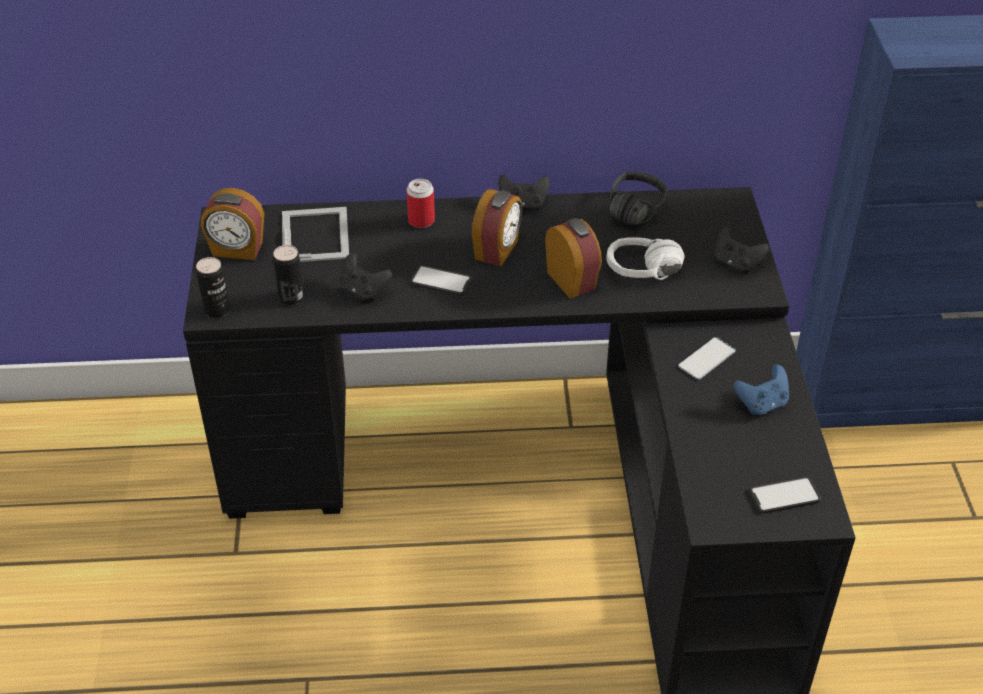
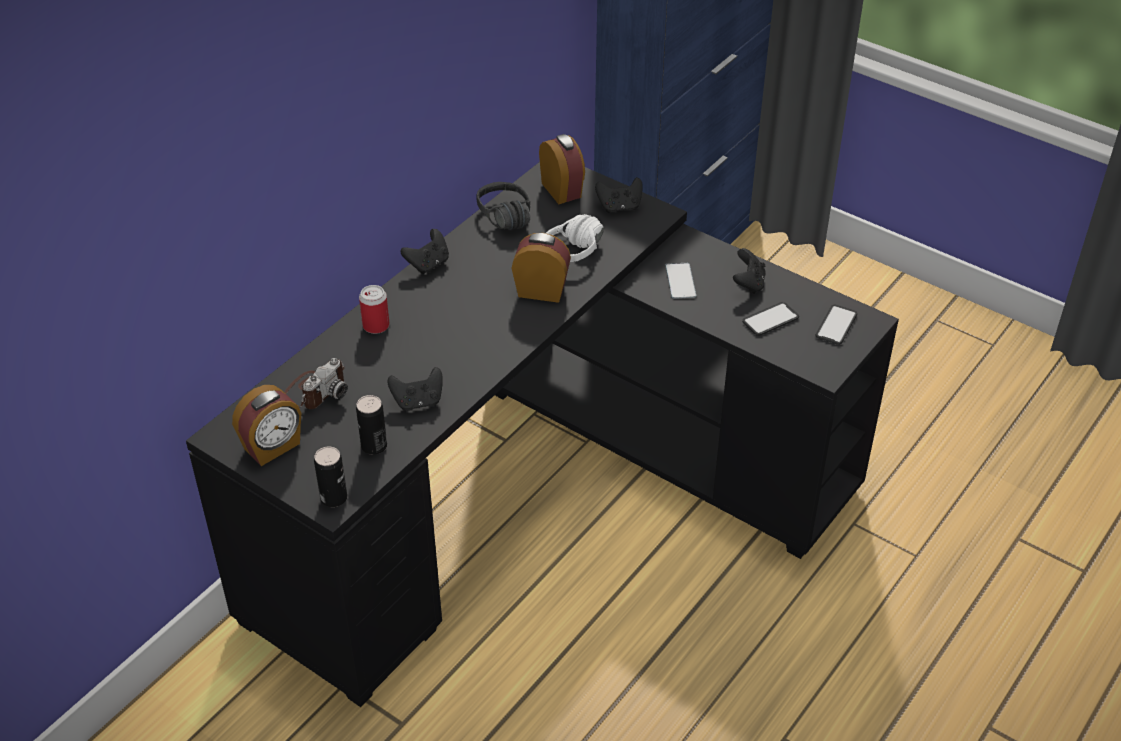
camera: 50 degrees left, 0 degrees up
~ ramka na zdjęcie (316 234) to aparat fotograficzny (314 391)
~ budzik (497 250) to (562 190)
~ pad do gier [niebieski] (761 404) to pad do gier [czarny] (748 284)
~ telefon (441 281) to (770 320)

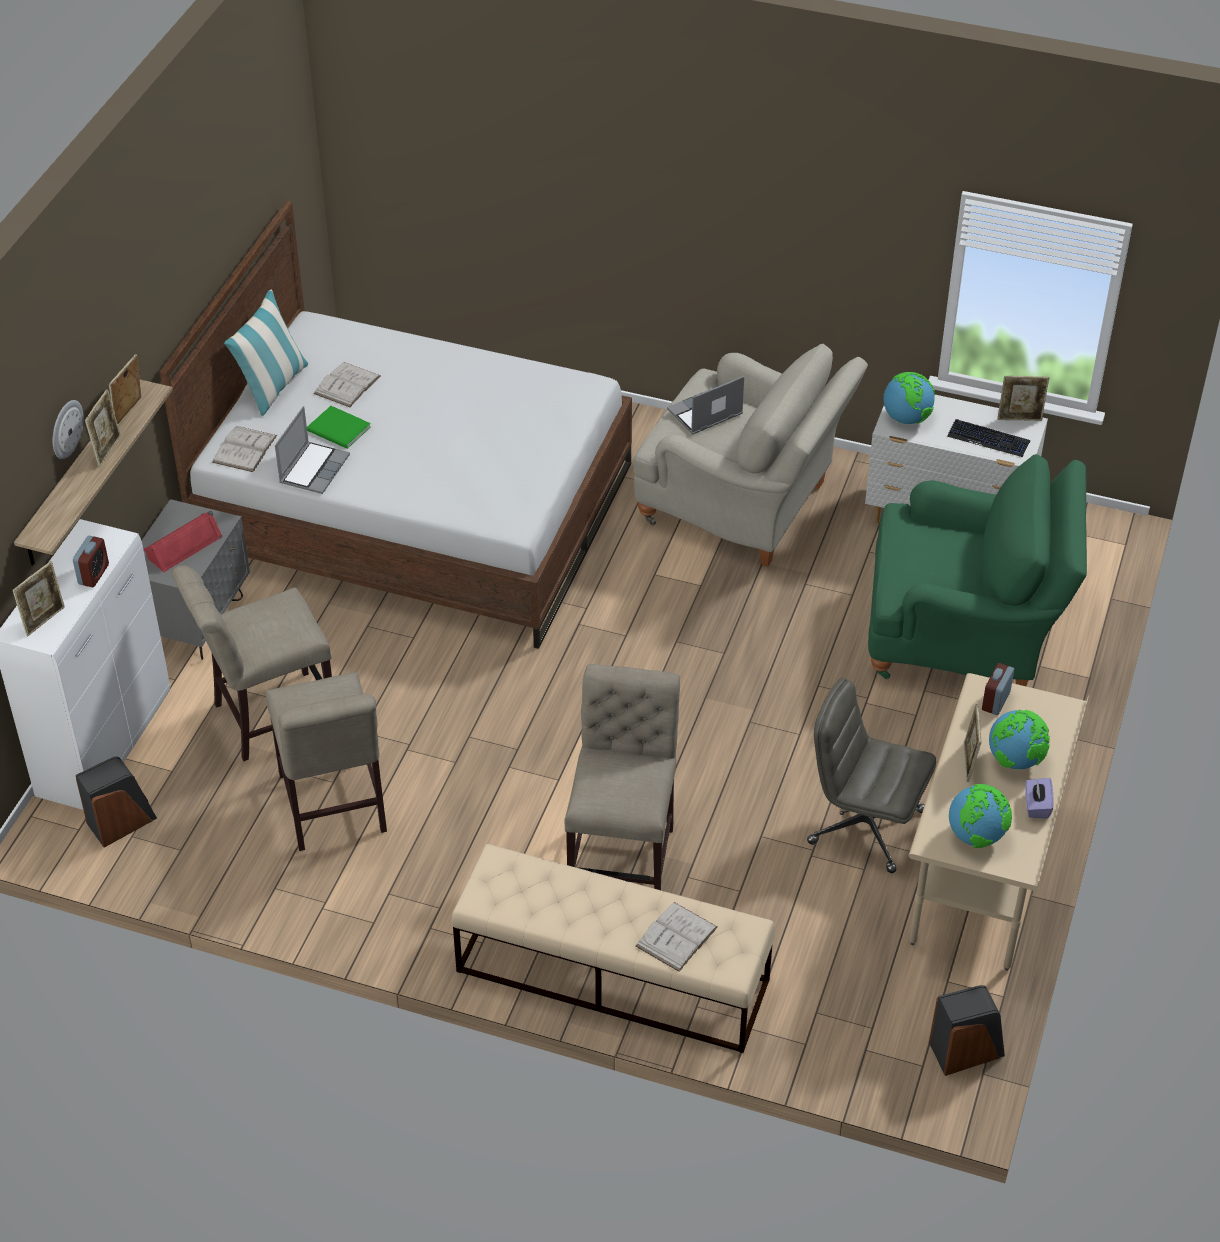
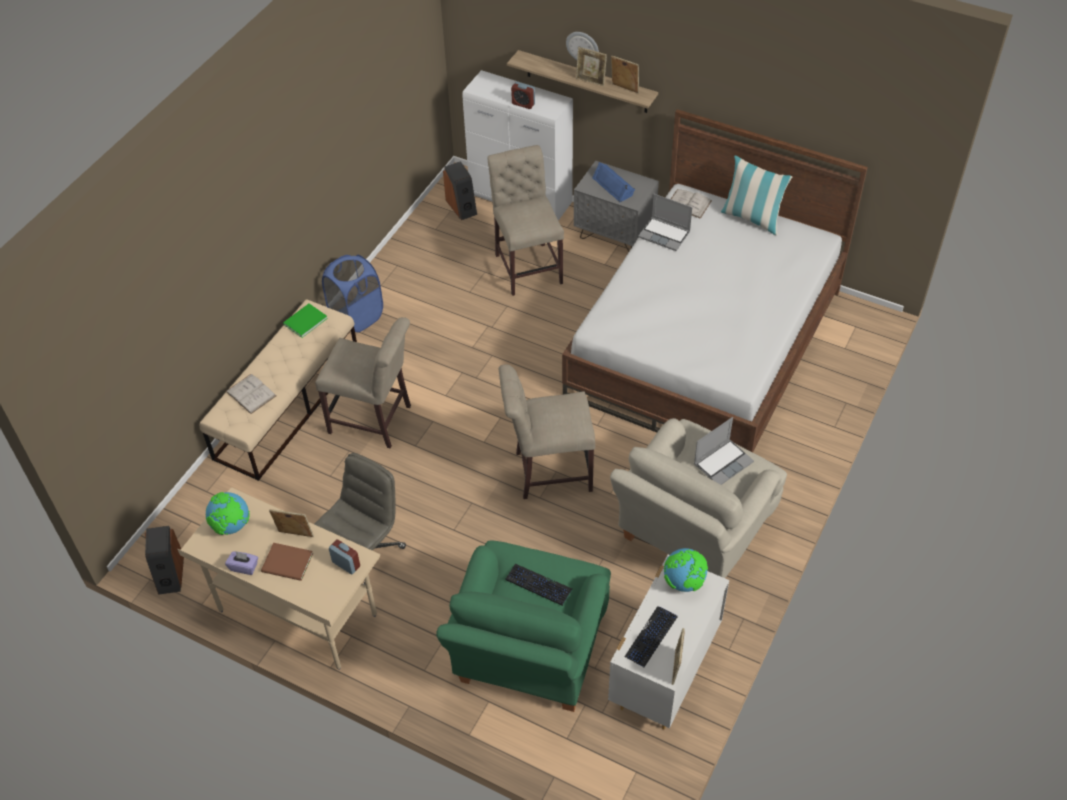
camera: 100 degrees right, 5 degrees up
~ globus (1015 760) to książka [brązowy] (288 564)
~ książka [zielony] (339 430) to (304 321)
+ kosz na pranie [niebieski] (357 316)
~ krzesło [beżowy] (333 809) to (548 471)
+ klawiatura (538 585)
~ głośnik [czerwony] (183 546) to głośnik [niebieski] (614 186)
~ laptop (704 413) = (723 462) 75 degrees clockwise
- ramka na zdjęcie (44 620)
- książka [biały] (347 385)

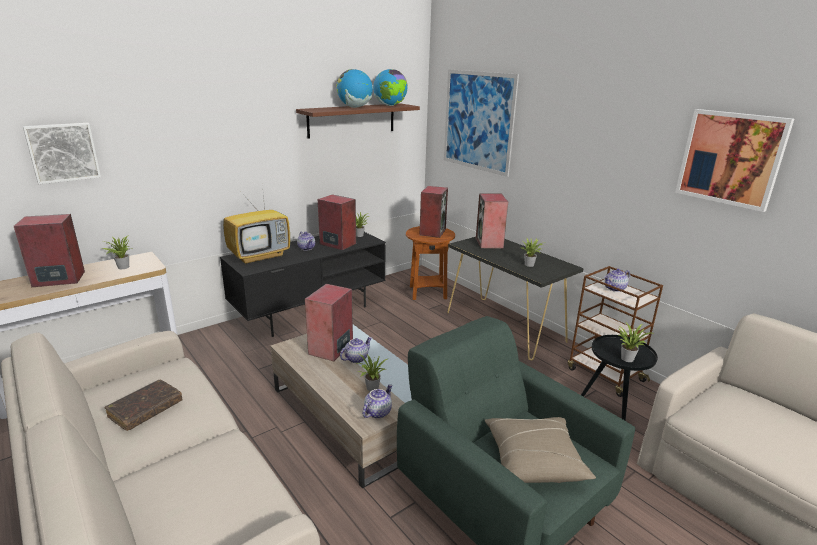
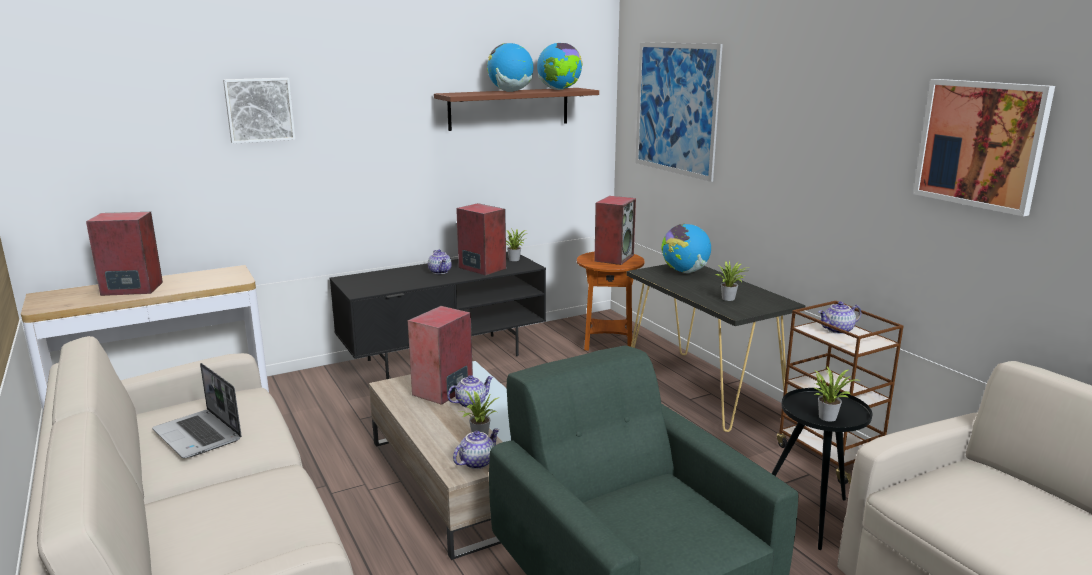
camera: 10 degrees right, 5 degrees down
~ książka [brązowy] (146 410) to laptop (199 435)
~ obraz (63 152) to (259 110)
~ głośnik (489 243) to globus (684 272)
- roślina doniczkowa (122 267)
- telewizor (260 256)
- poduszka [beżowy] (533 460)

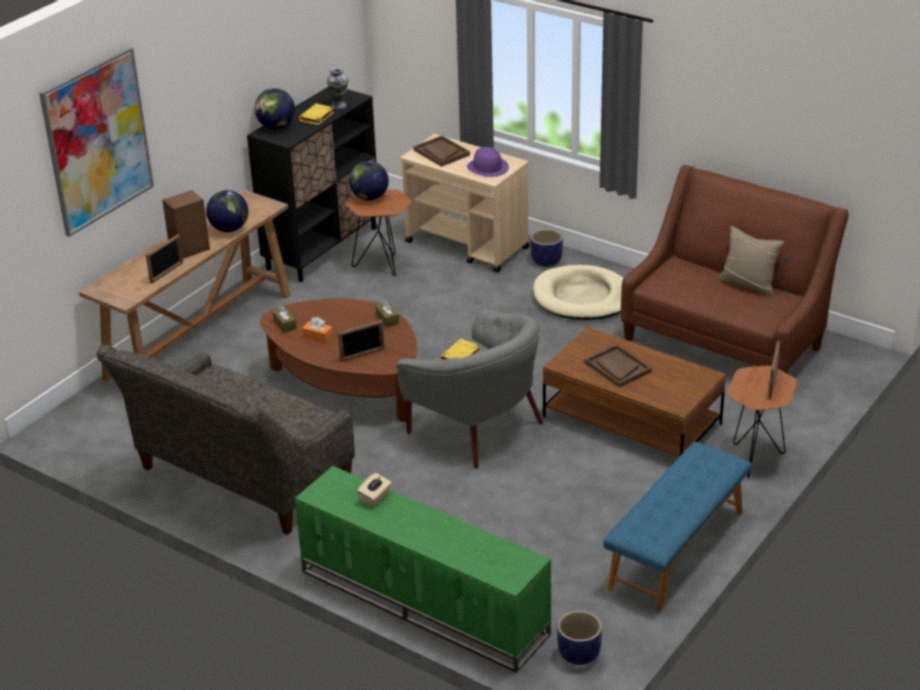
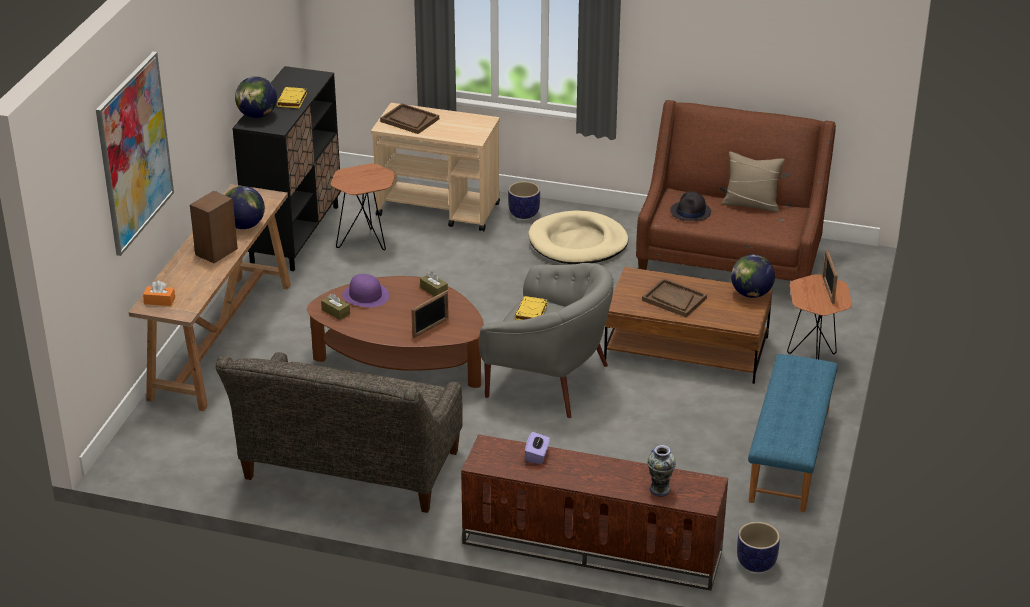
camera: 20 degrees left, 0 degrees up
~ pudełko chusteczek [pomarańczowy] (318 336) to (159 301)
~ kapelusz [fioletowy] (488 167) to (366 295)
~ szafka pod telewizor [zielony] (421 603) to szafka pod telewizor [brązowy] (590 548)
~ pudełko chusteczek [beżowy] (375 498) to pudełko chusteczek [fioletowy] (537 455)
~ wazon (339 106) to (659 490)
+ kapelusz [czarny] (690 212)
~ globus (370 198) to (751 294)
- ramka na zdjęcie (167 273)

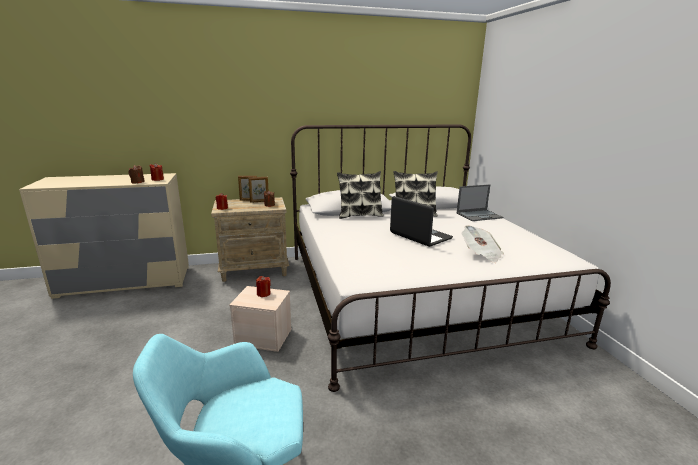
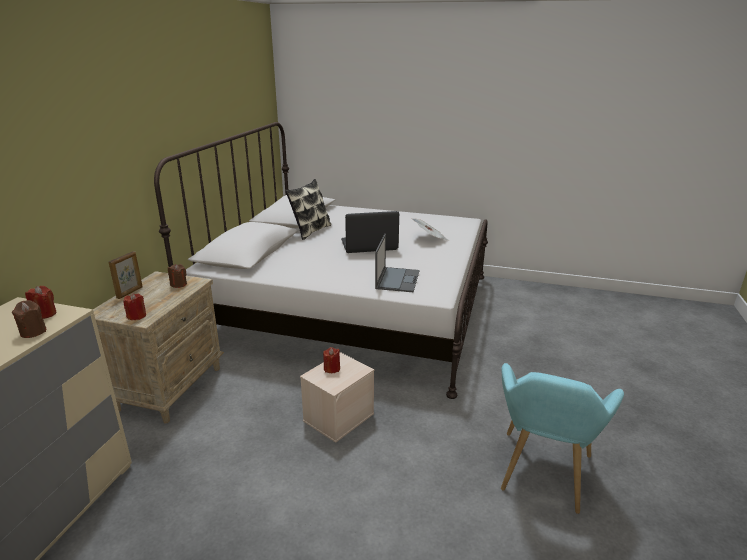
camera: 60 degrees left, 5 degrees up
~ laptop (479 215) to (397 279)
- ramka na zdjęcie (259 201)
- poduszka (359 215)

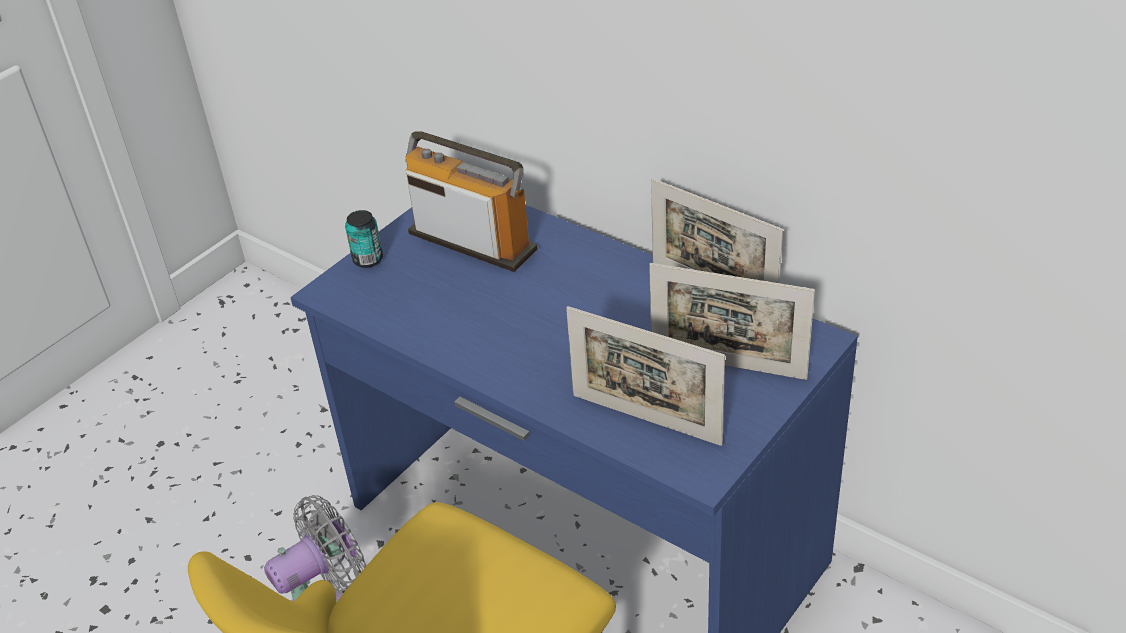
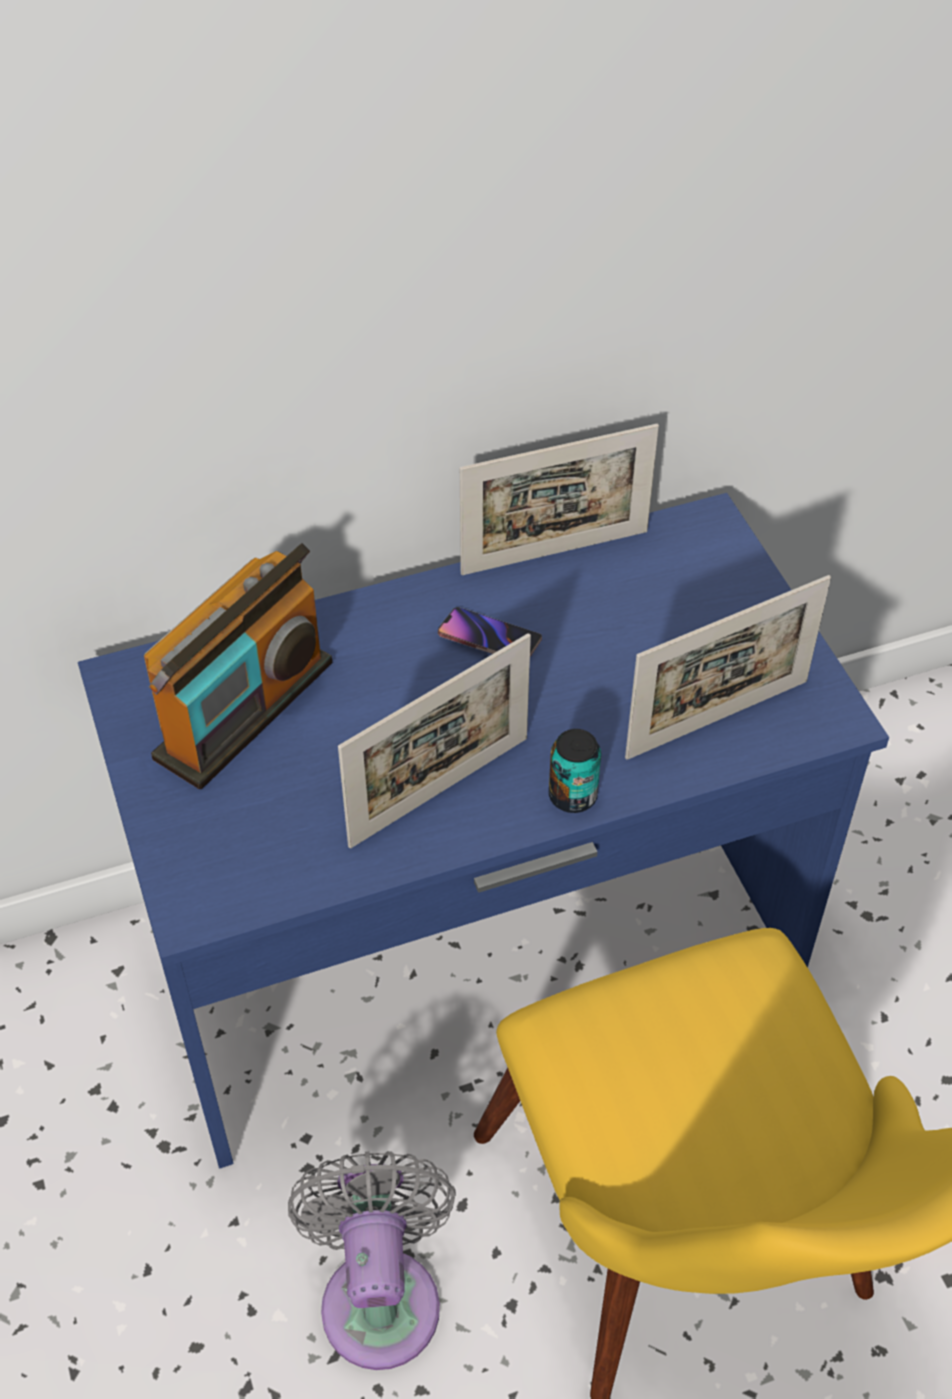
camera: 60 degrees left, 10 degrees up
~ radio (472 241) = (245 710) 150 degrees clockwise
~ ramka na zdjęcie (728 365) to (439 791)
+ telefon (489 639)
~ puszka (368 260) to (572 796)

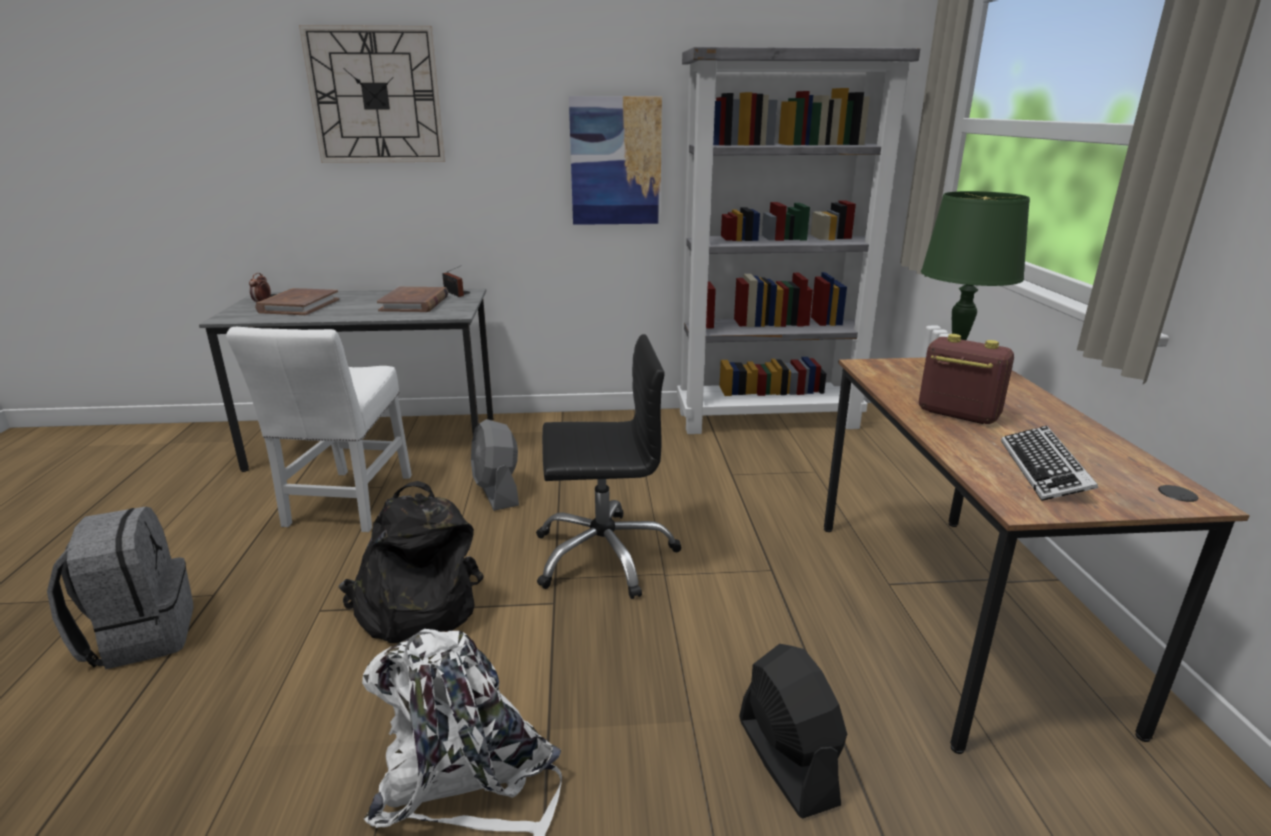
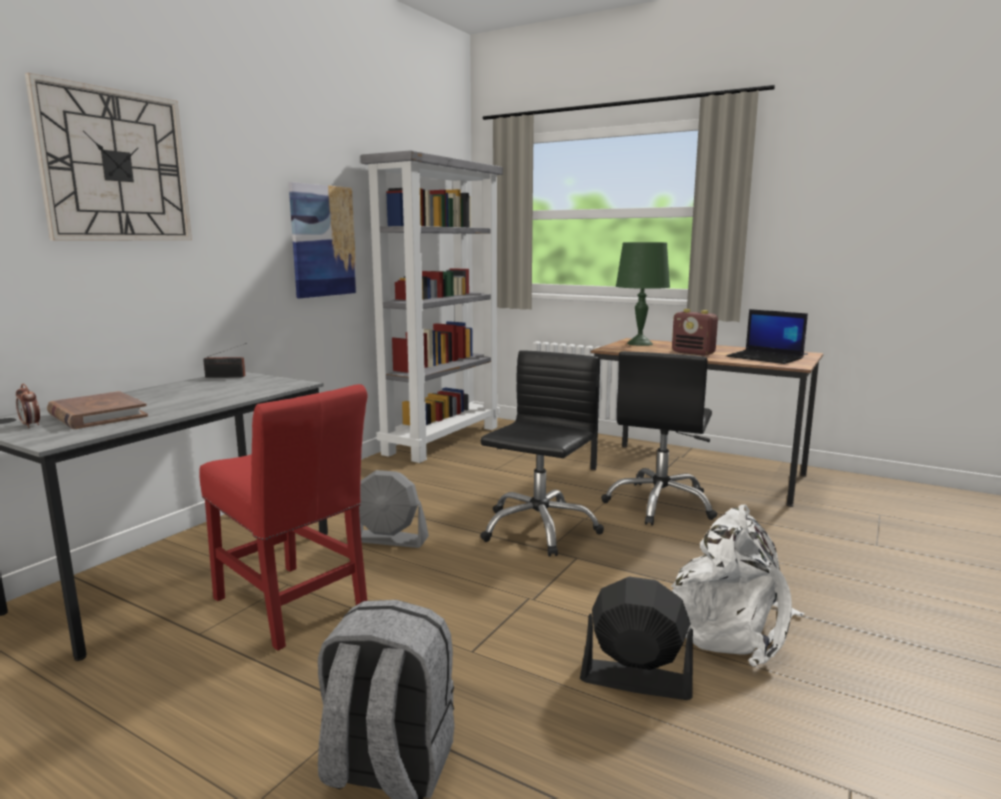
camera: 55 degrees left, 10 degrees down
~ krzesło [biały] (348 504) to krzesło [czerwony] (293 606)
~ wentylator [czarny] (786 760) to (635 679)
+ krzesło biurowe [czarny] (660 504)
~ radio (957 414) = (693 353) 120 degrees counterclockwise
~ klawiatura (1044 470) to laptop (766 358)
- plecak [czarny] (415 607)
- książka [brązowy] (414 303)

